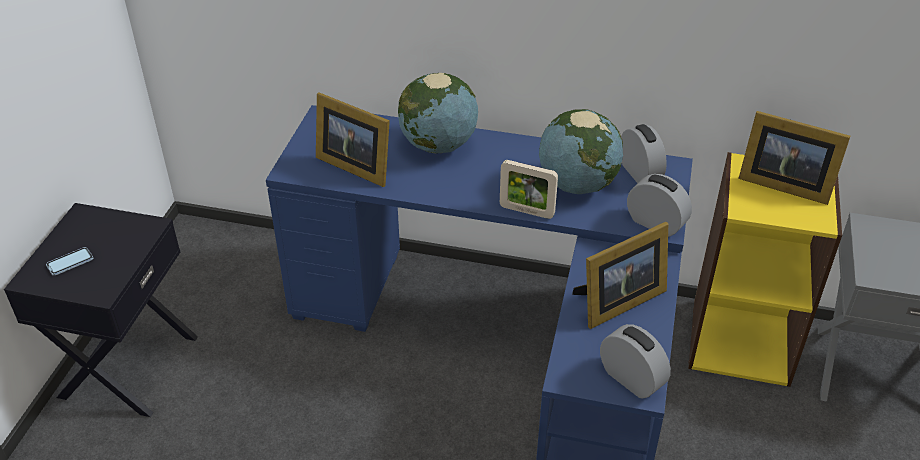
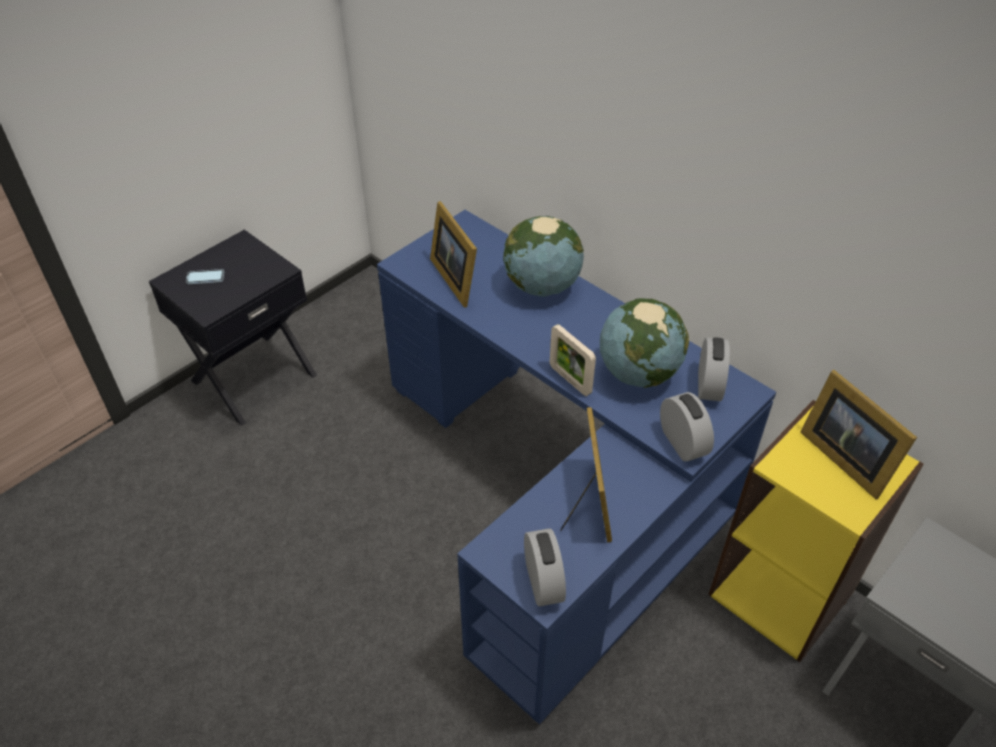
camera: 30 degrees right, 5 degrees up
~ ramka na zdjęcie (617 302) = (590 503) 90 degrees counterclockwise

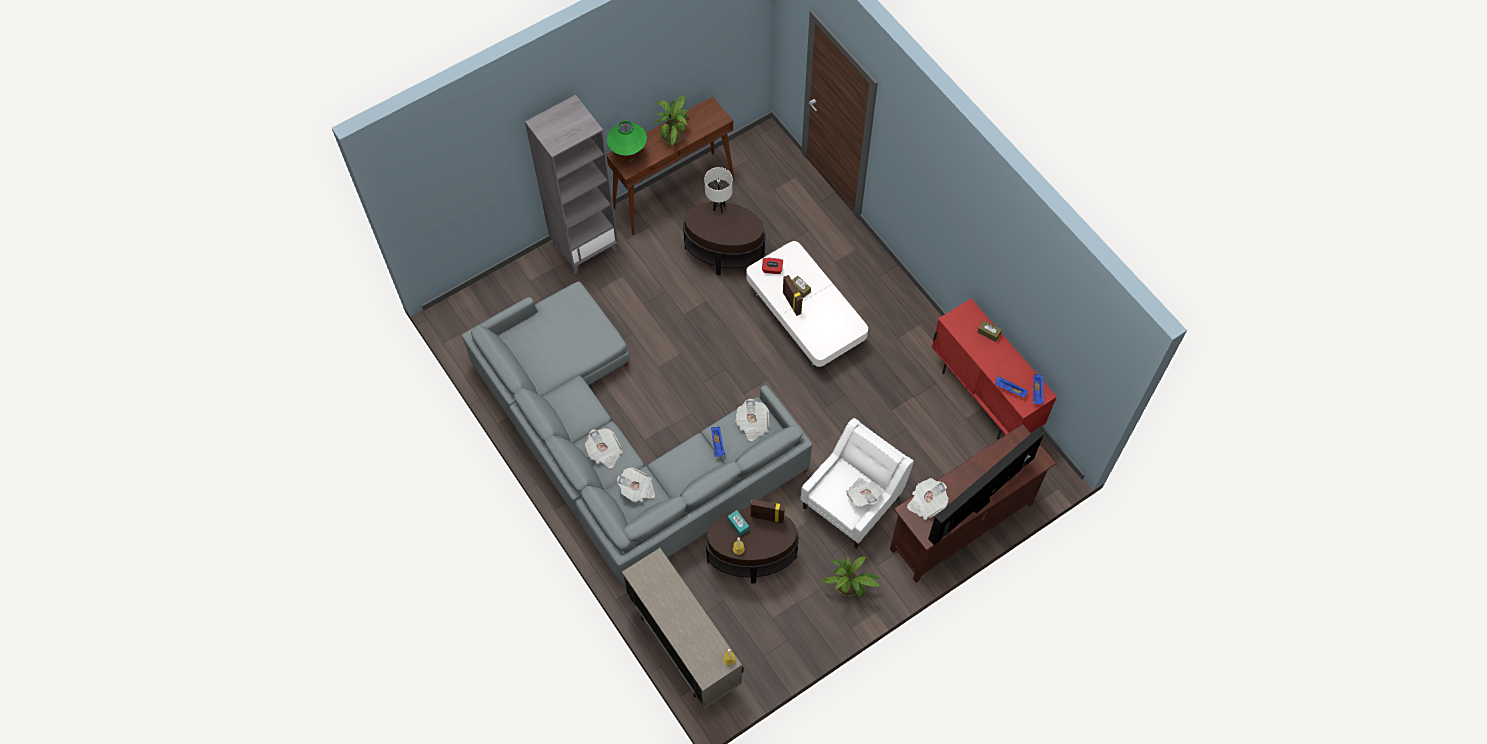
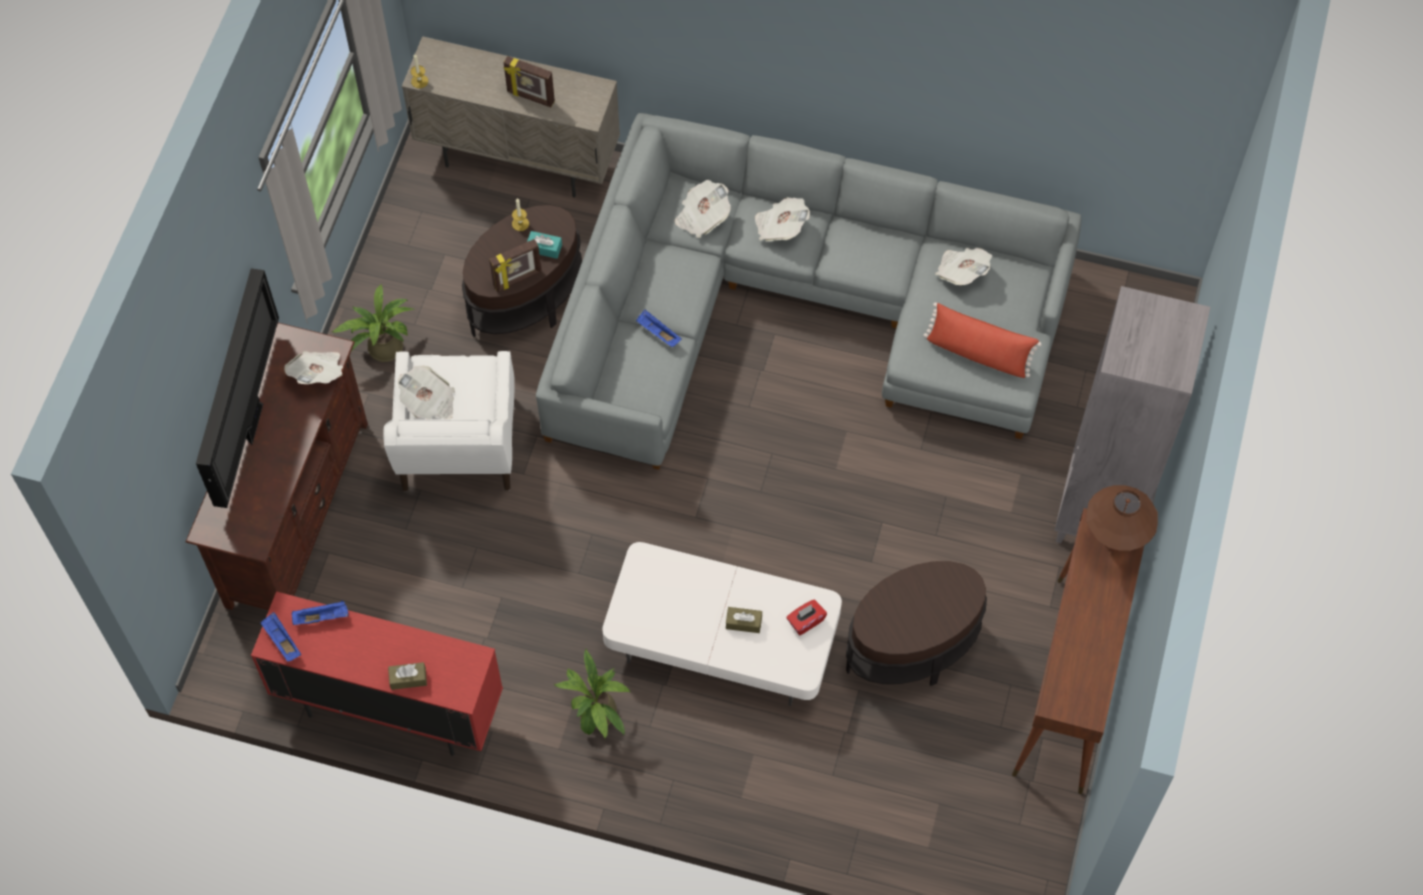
camera: 140 degrees right, 0 degrees up
~ ramka na zdjęcie (792 303) to (530 97)
~ roślina doniczkowa (674 135) to (597 716)
+ poduszka [czerwony] (978 353)
~ gazeta (752 424) to (961 272)
~ lampa stołowa [zielony] (628 158) to lampa stołowa [brązowy] (1113 542)
- lampa stołowa [biały] (719 208)

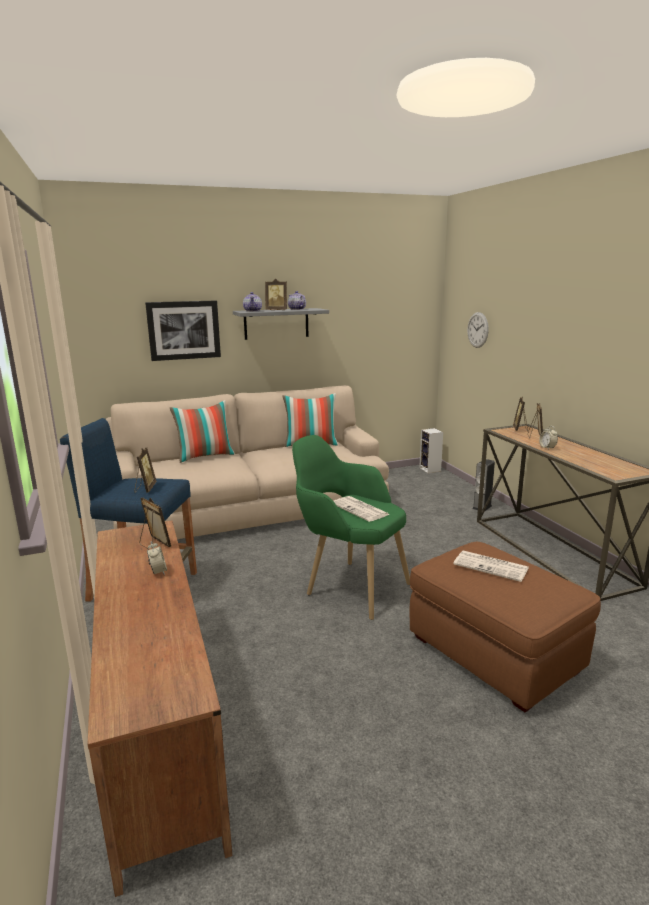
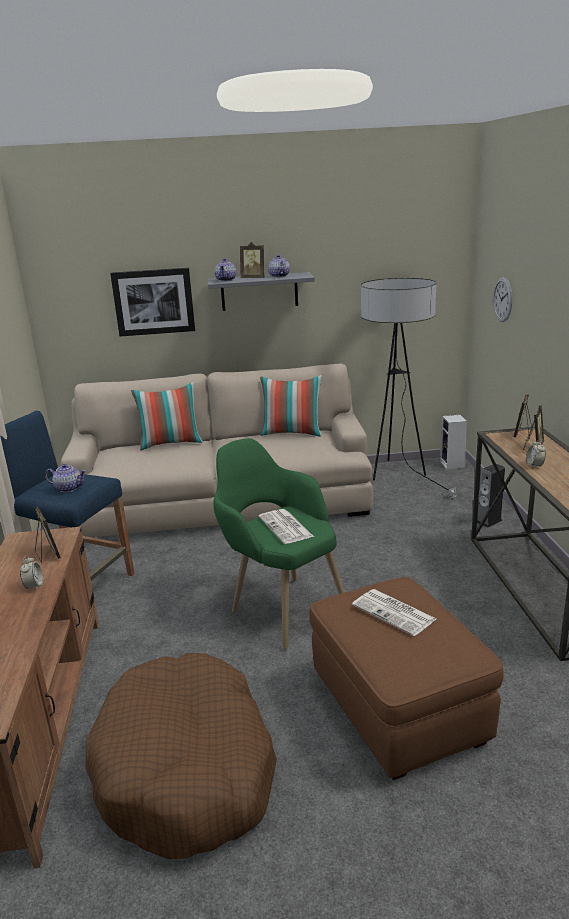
camera: 15 degrees right, 5 degrees up
~ ramka na zdjęcie (145 488) to imbryk (68 488)
+ legowisko [brązowy] (187 769)
+ lampa stojąca (398 477)

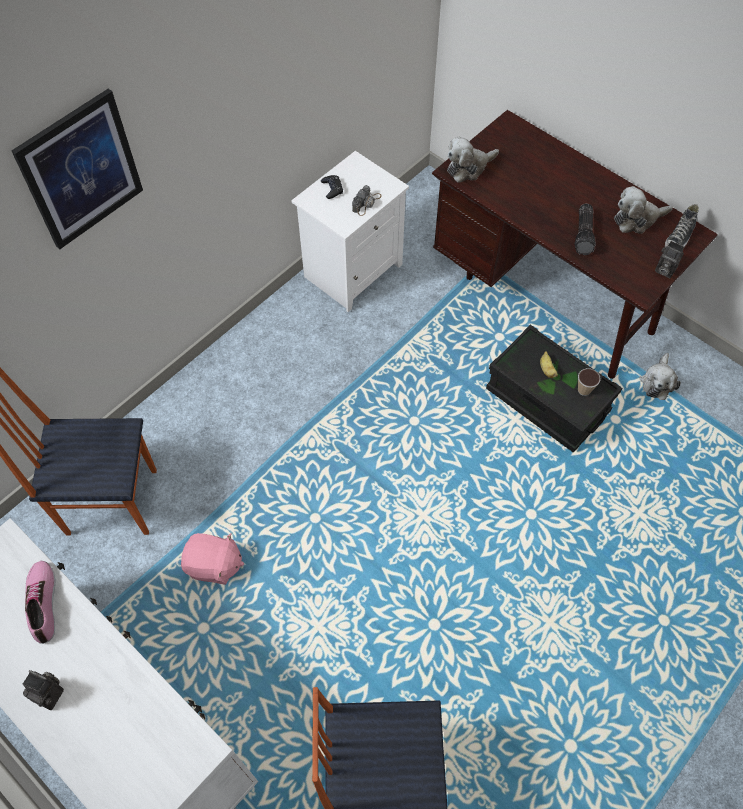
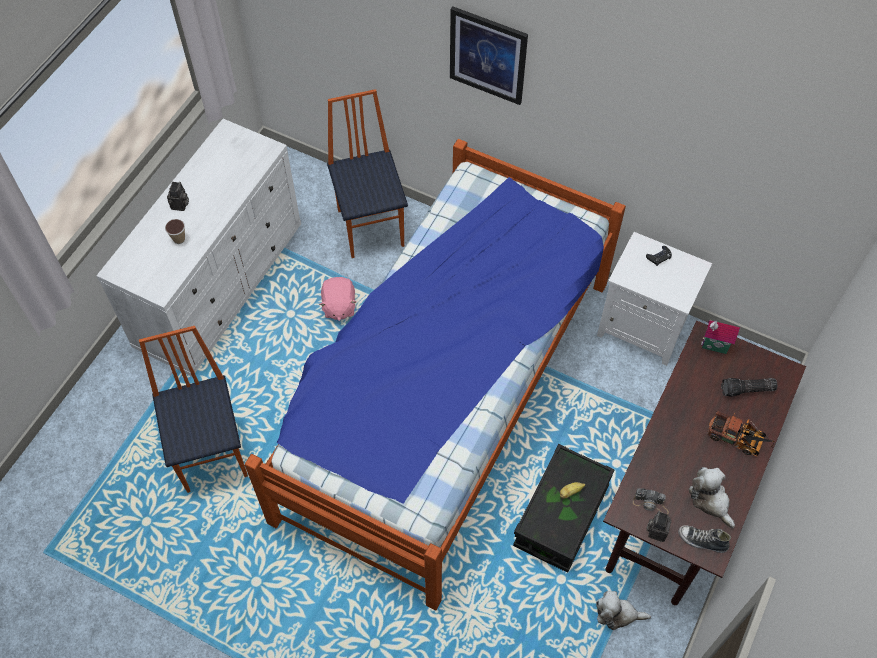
camera: 75 degrees right, 0 degrees up
~ filiżanka (584 390) to (179 239)
+ łóżko (444 396)
~ aparat fotograficzny (366 203) to (651 504)
~ pluszak (468 167) to domek (714 348)
+ ciężarówka zabawkowa (738 440)
~ latarka (584 234) to (747 390)
- but (44 602)

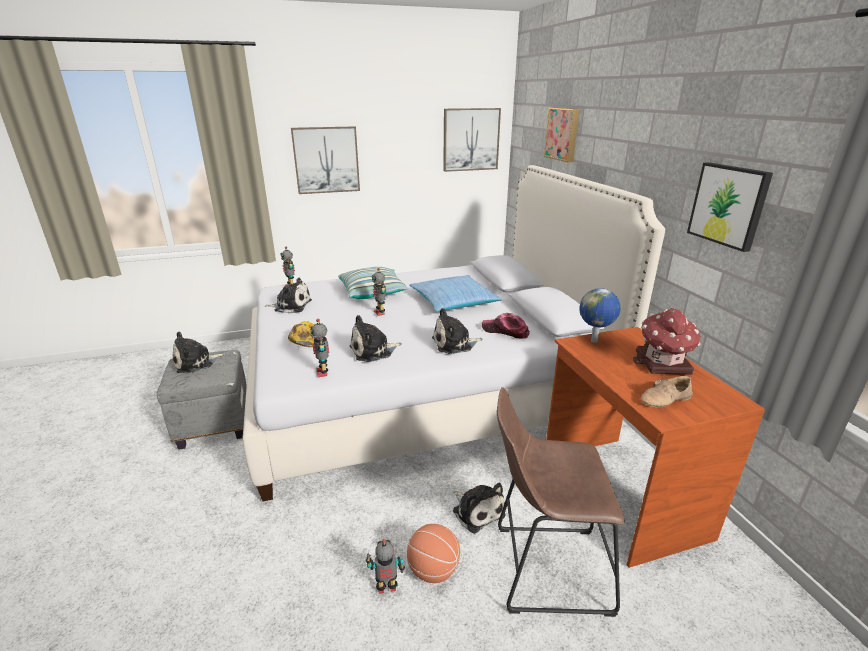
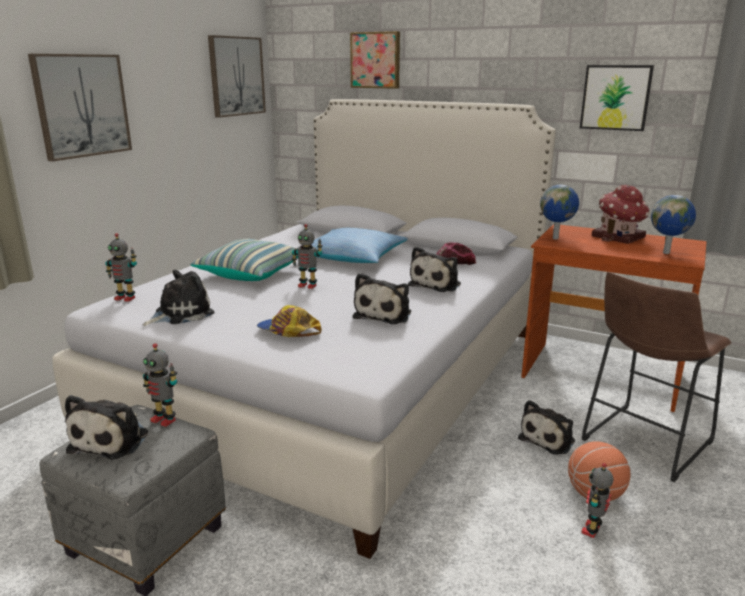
camera: 45 degrees left, 5 degrees down
~ robot zabawkowy (323 372) to (164 419)
~ pluszak (477 511) = (548 439) 120 degrees clockwise
~ but [beżowy] (666 399) to globus (667 253)

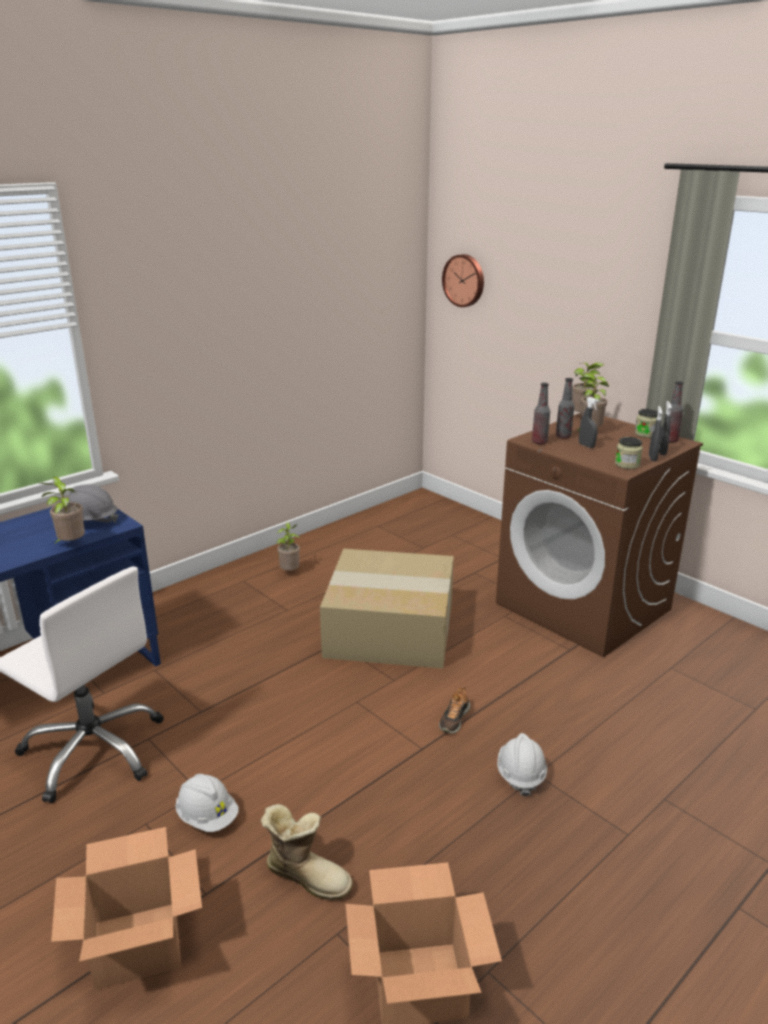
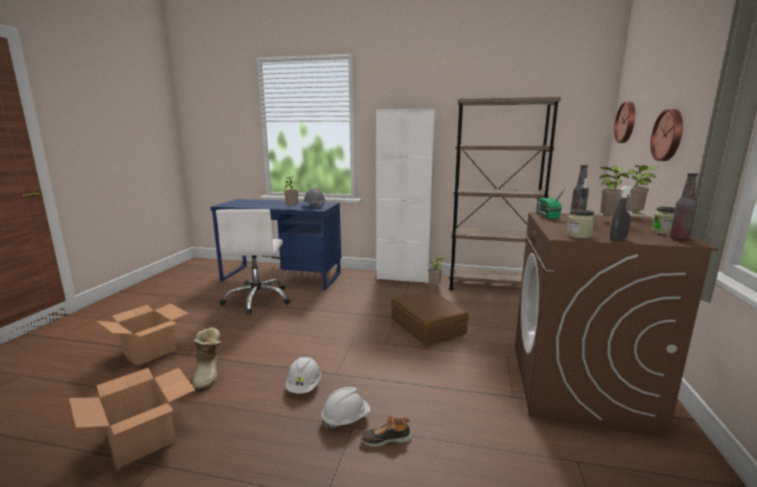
camera: 55 degrees right, 10 degrees down
~ kask [biały] (207 817) to (304 386)
~ but (454 719) to (386 439)
+ szafka [biały] (403 277)
~ karton (388 630) to walizka [brązowy] (428 326)
+ regał [brązowy] (491 286)
~ butelka (539 442) to radio (547 216)
+ zegar ścienny (669 135)
- spryskiwacz [szary] (661 452)

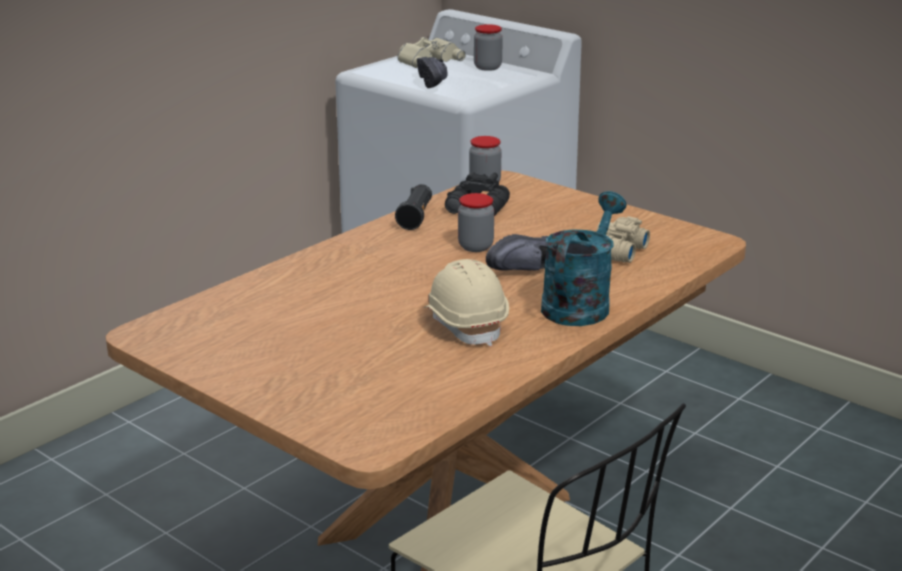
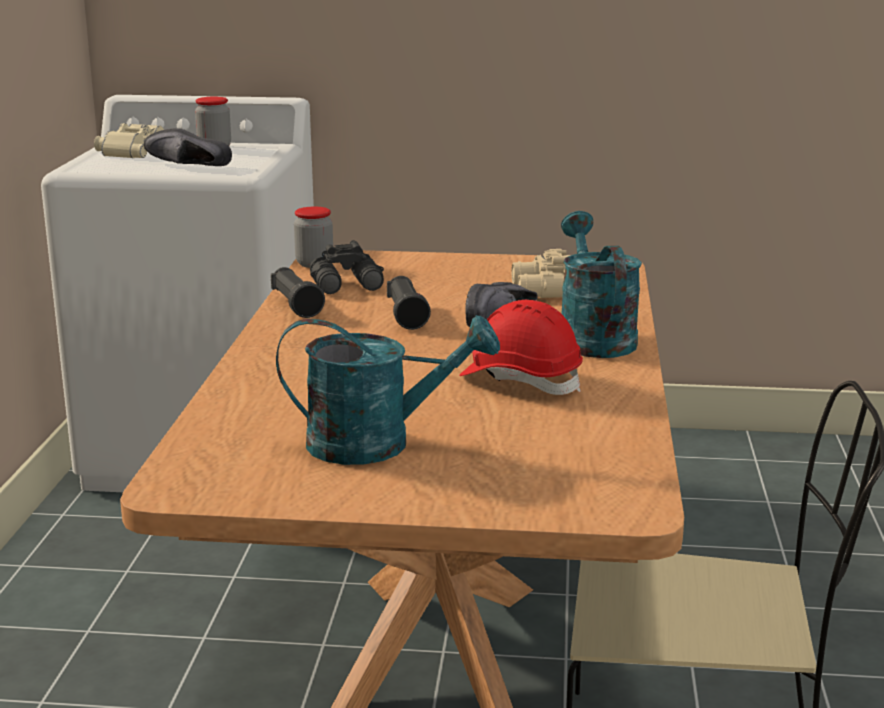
camera: 35 degrees left, 5 degrees down
~ but [czarny] (436 83) = (185 167) 150 degrees clockwise
+ konewka [turkusowy] (378 444)
~ słoik (475 246) to latarka [czarny] (406 316)
~ kask [beżowy] (465 324) to kask [czerwony] (521 381)

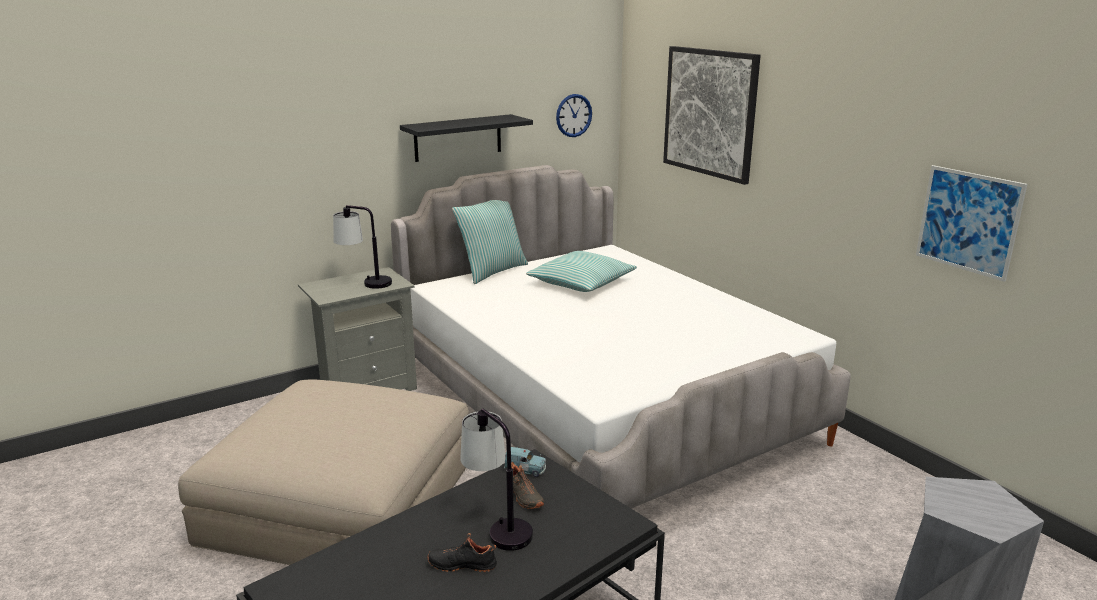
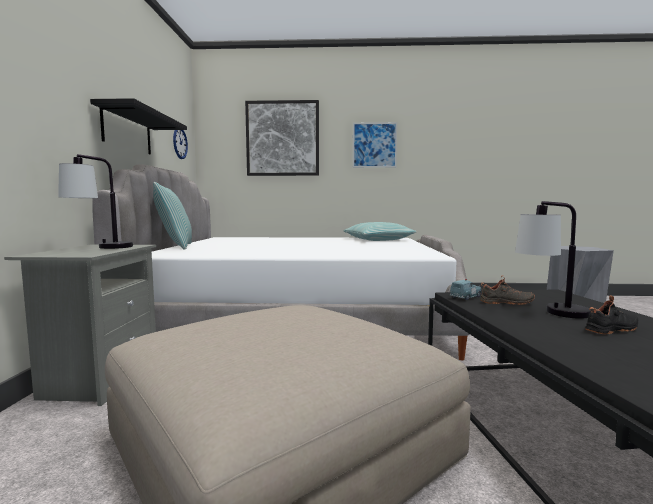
camera: 55 degrees left, 15 degrees down
~ poduszka (581 282) to (378 240)
~ obraz (968 221) to (374 145)
~ but [czarny] (462 564) = (613 329) 150 degrees counterclockwise

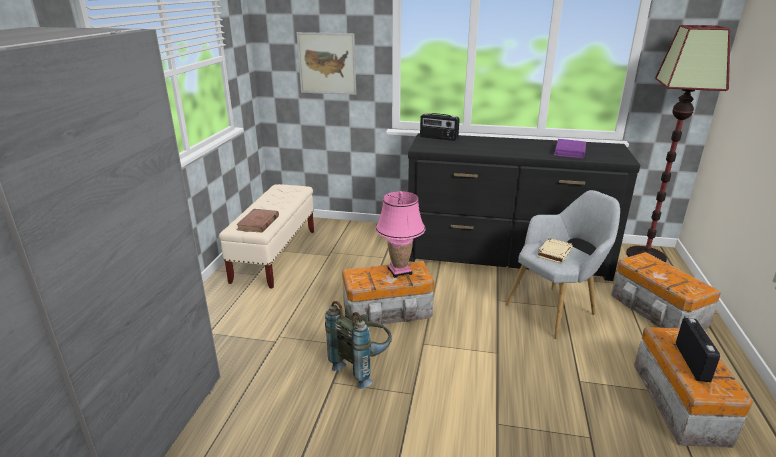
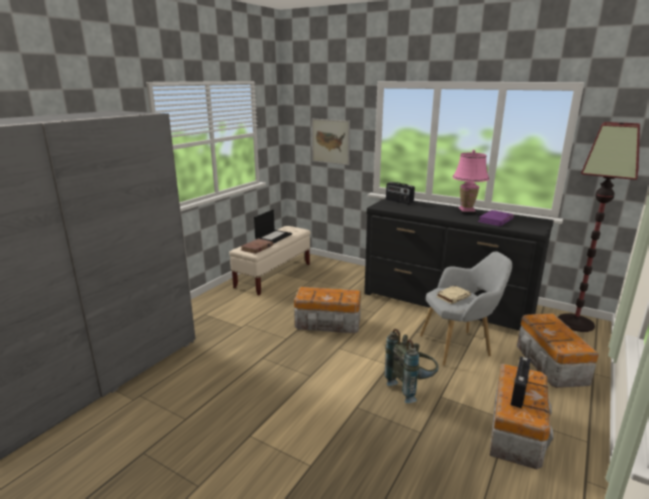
camera: 20 degrees right, 5 degrees down
+ laptop (273 236)
~ plecak [szary] (362 366) to (411 387)
~ lampa stołowa [różowy] (399 271) to (466 212)

